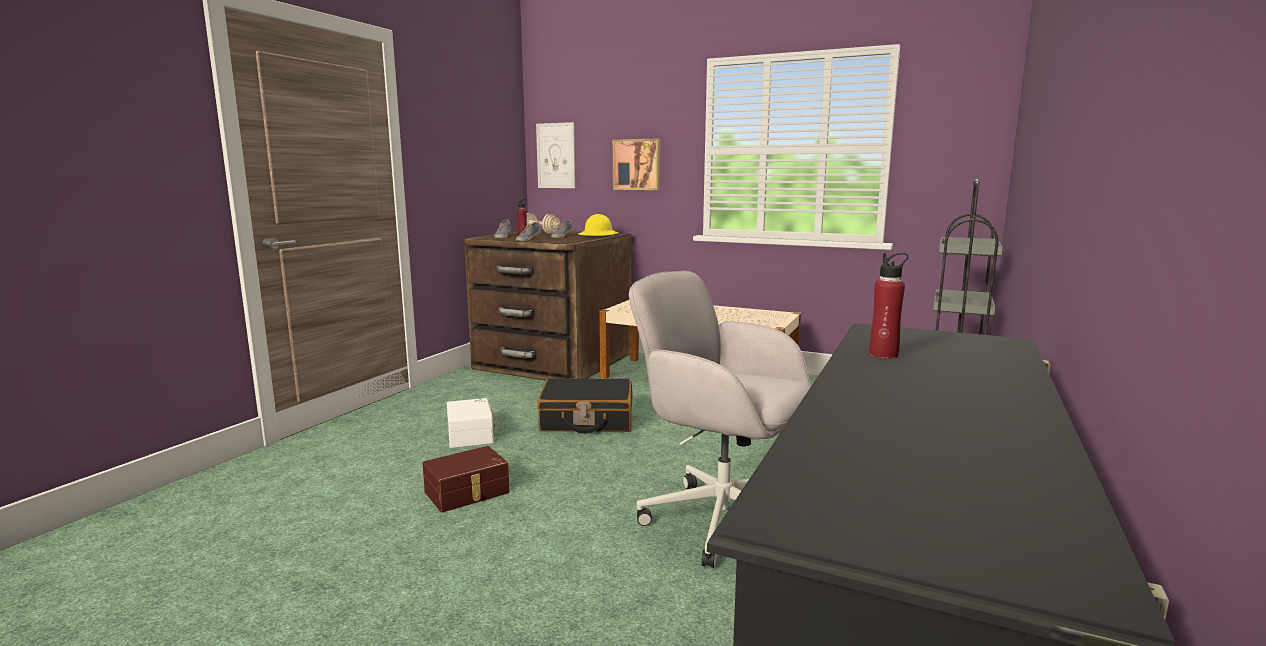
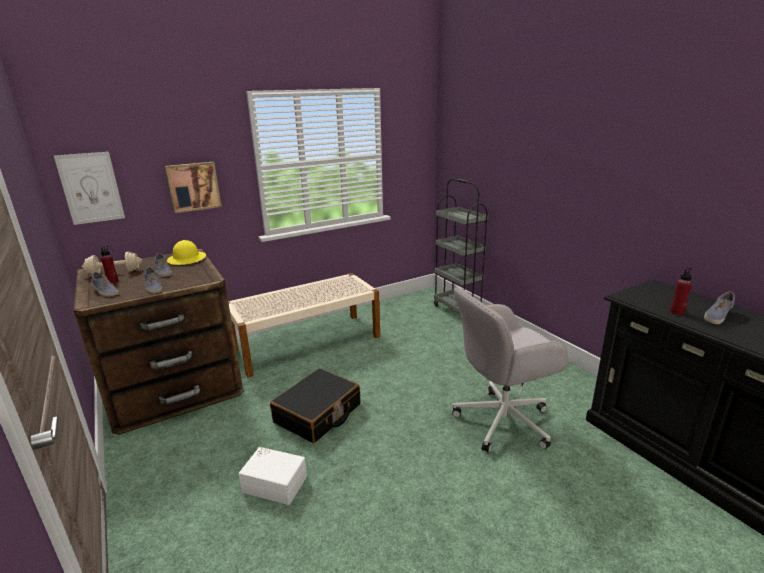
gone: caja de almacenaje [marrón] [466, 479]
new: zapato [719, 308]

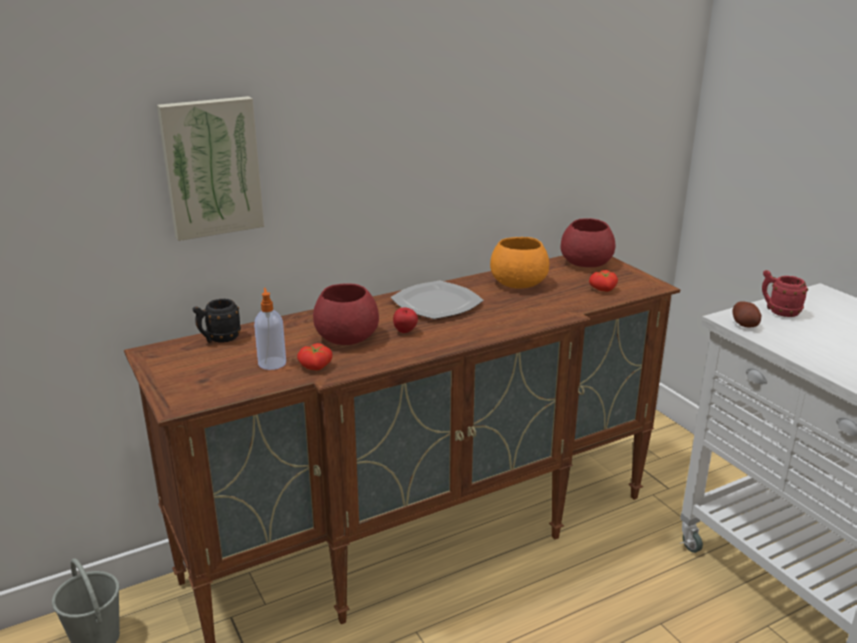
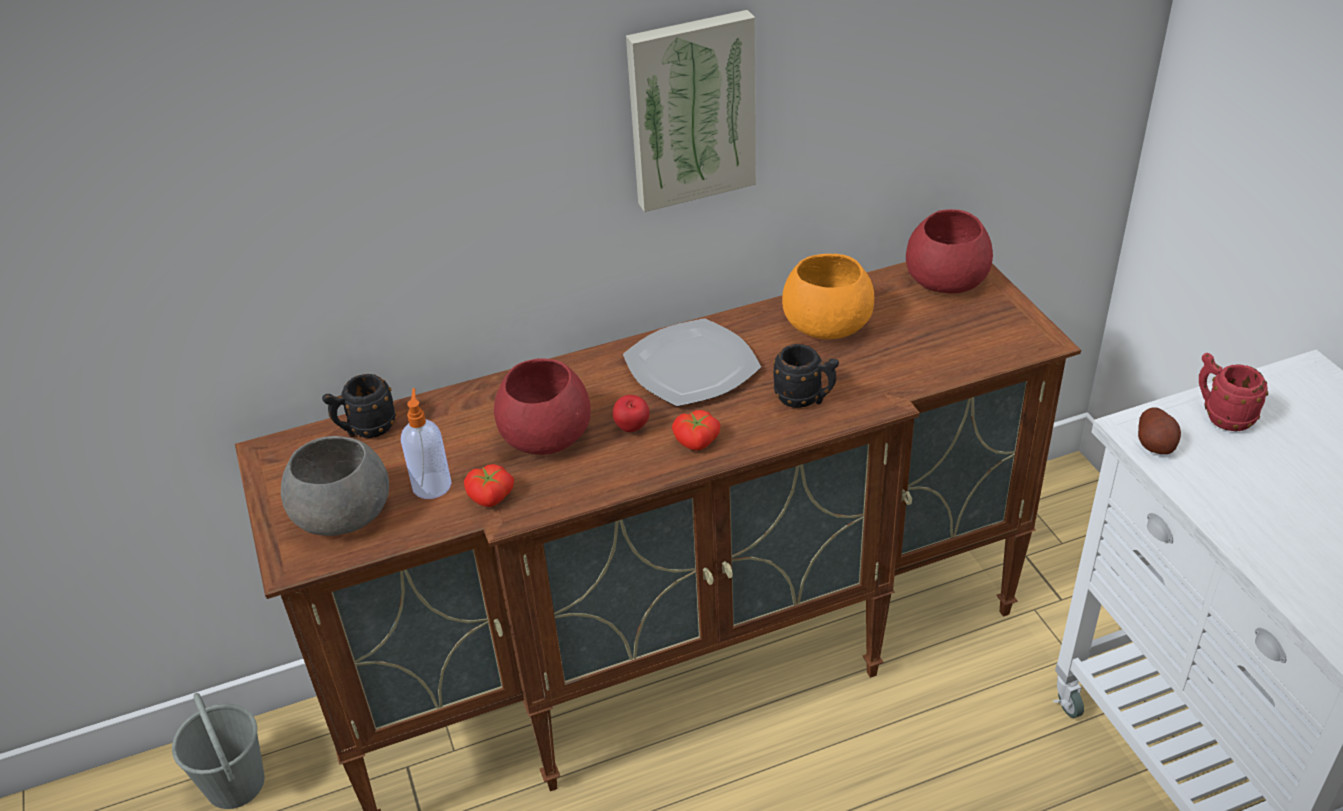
new: cuenco [gris] [335, 486]; taza grande [negro] [806, 376]
shifted: cuadro [210, 168] to [691, 111]; tomate [603, 281] to [696, 430]

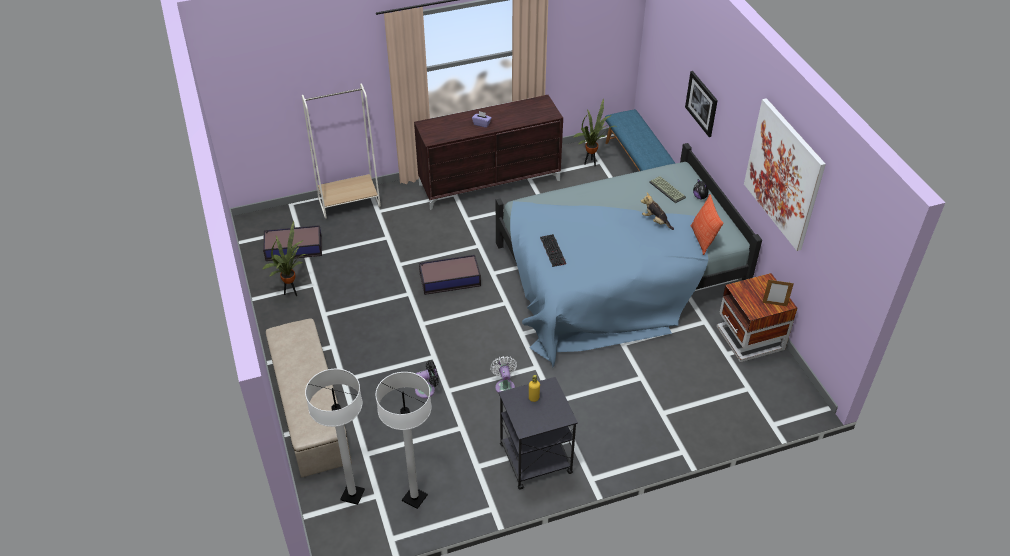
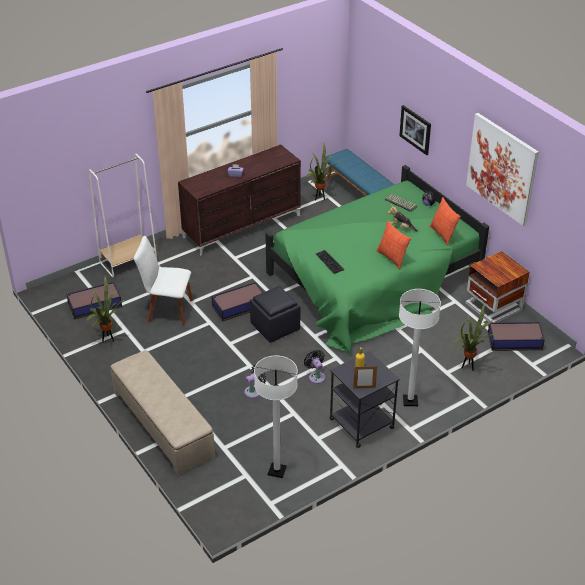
new: silla [blanco] [163, 280]; puf [negro] [275, 314]; cojín [naranja] [393, 244]; planta en maceta [475, 337]; caja de almacenaje [516, 336]
shifted: lámpara de pie [blanco] [335, 437] to [420, 347]; portarretratos [778, 292] to [365, 377]
repainted: ventilador [blanco] [503, 375] to ventilador [negro] [314, 367]; cama [azul] [629, 255] to cama [verde] [377, 260]

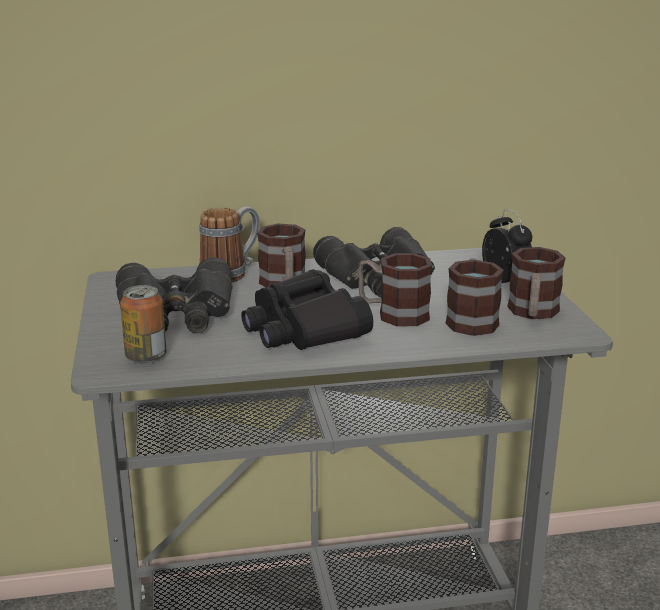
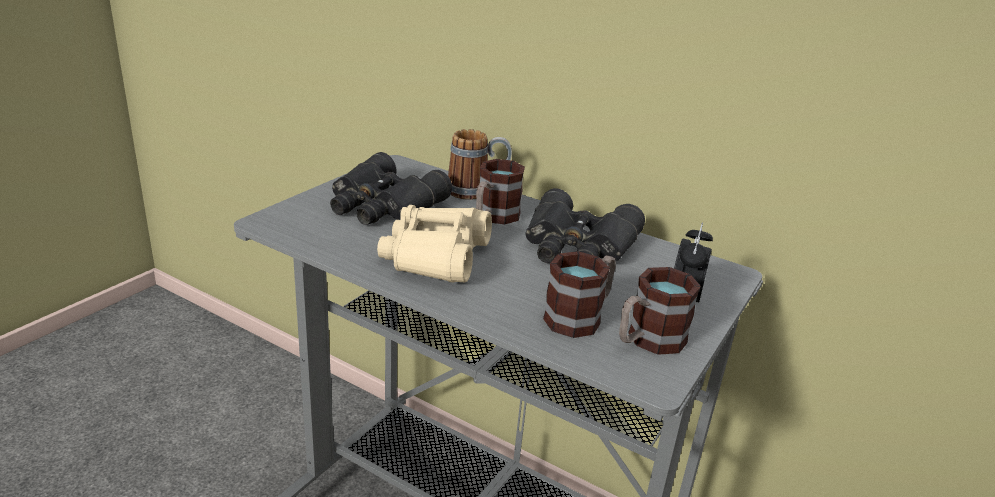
gone: lata [143, 324]; taza grande [395, 289]
repainted: prismáticos [negro] [307, 309] to prismáticos [beis] [434, 243]

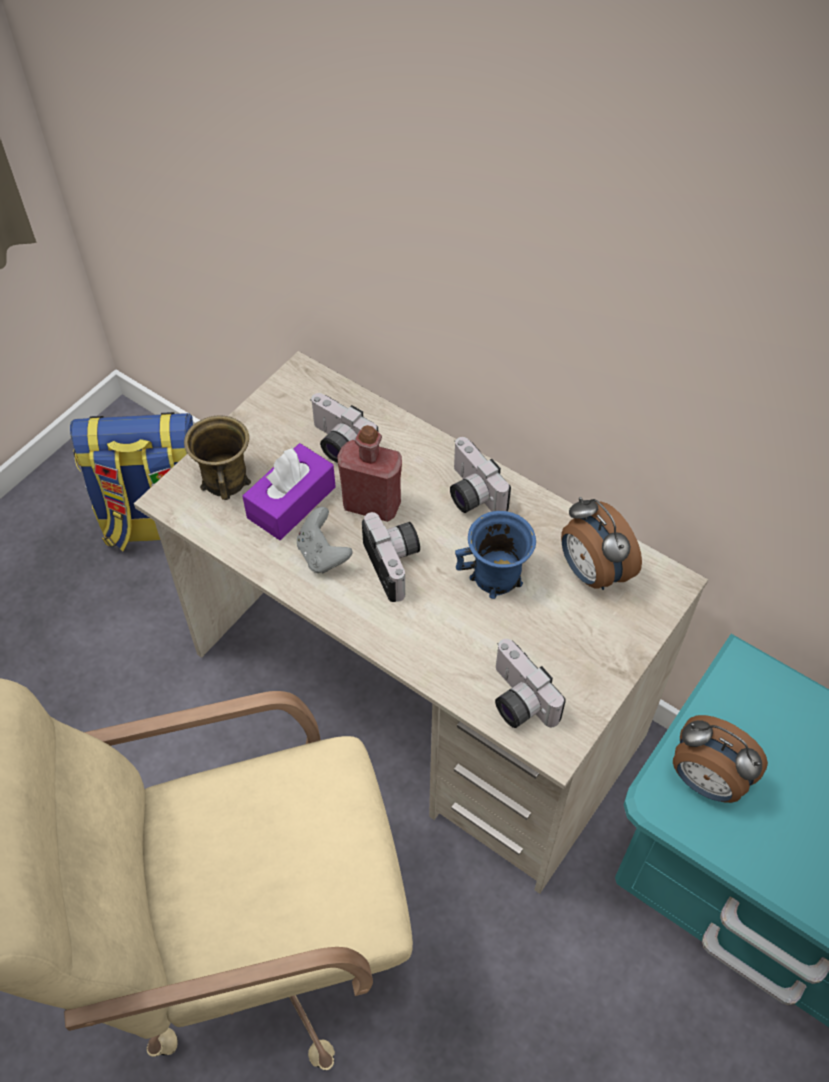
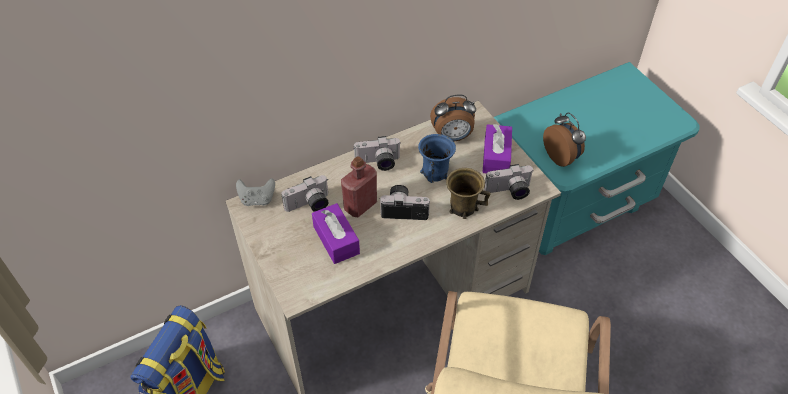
new: caja de pañuelos [morado] [497, 148]
shifted: taza grande [marrón] [217, 457] to [468, 193]; mando de consola [gris] [325, 540] to [255, 192]
rotated: despertador [720, 759] = [564, 139] 90 degrees counterclockwise

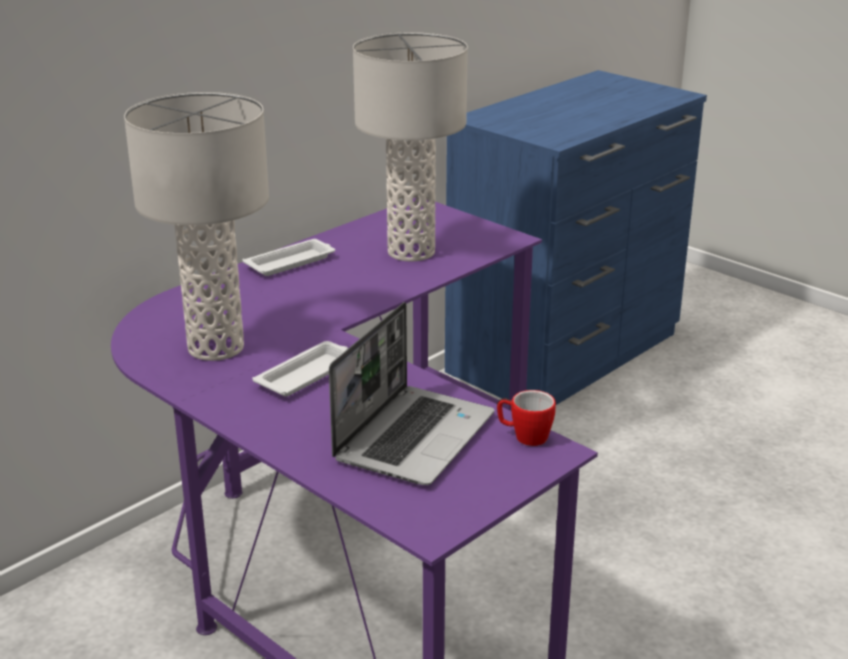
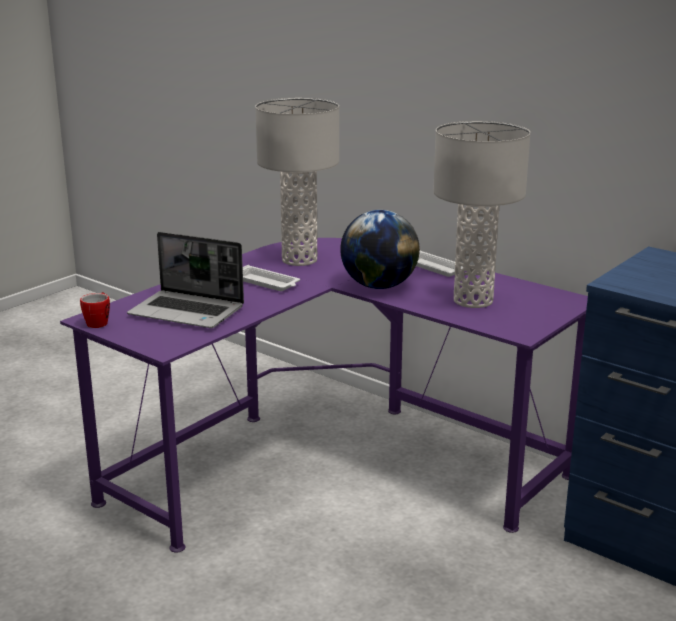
new: globo terráqueo [380, 249]
shifted: taza grande [526, 418] to [95, 310]

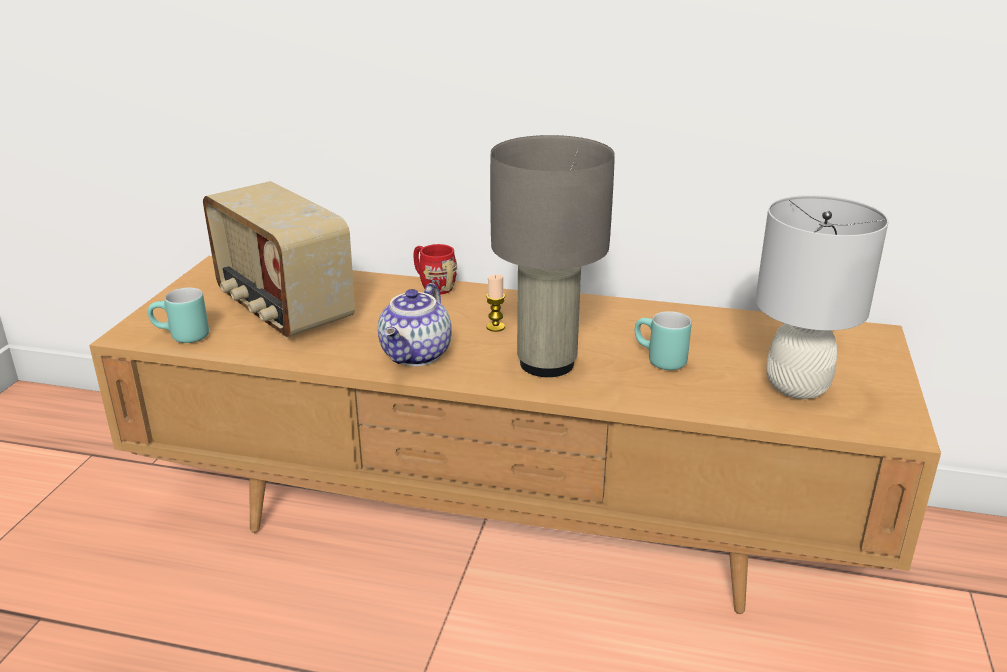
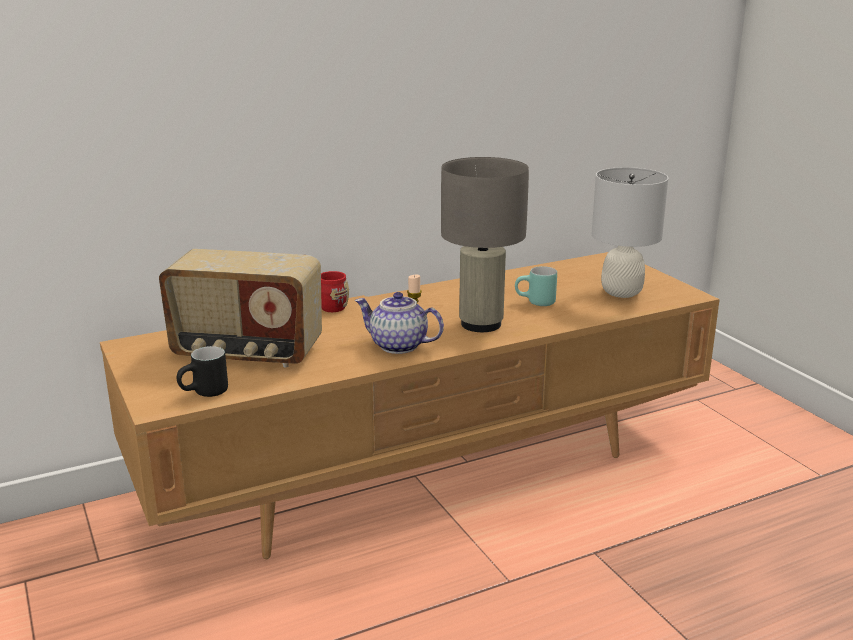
repainted: taza grande [turquesa] [178, 315] to taza grande [negro] [202, 371]
rotated: tetera [415, 324] = [399, 323] 135 degrees clockwise

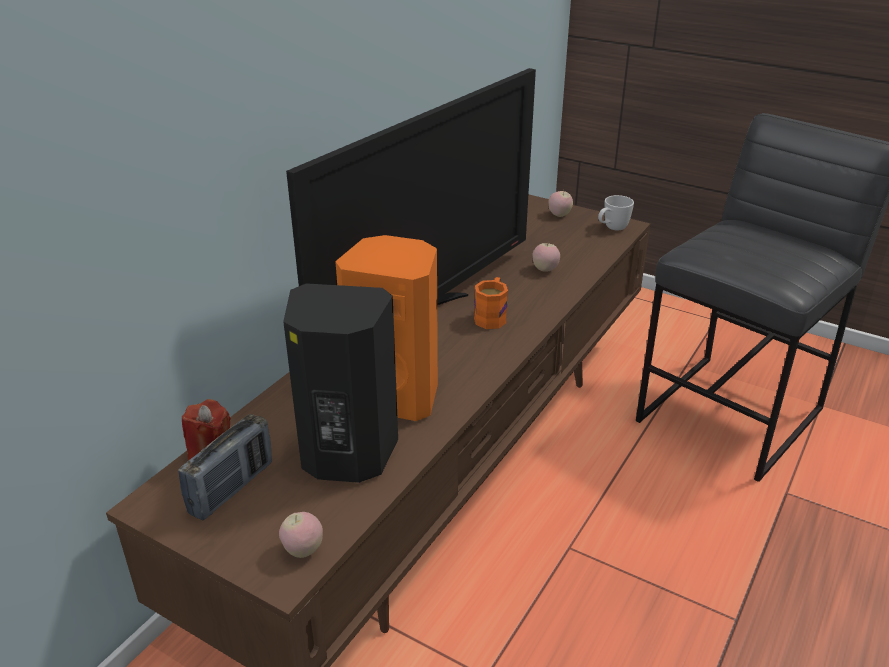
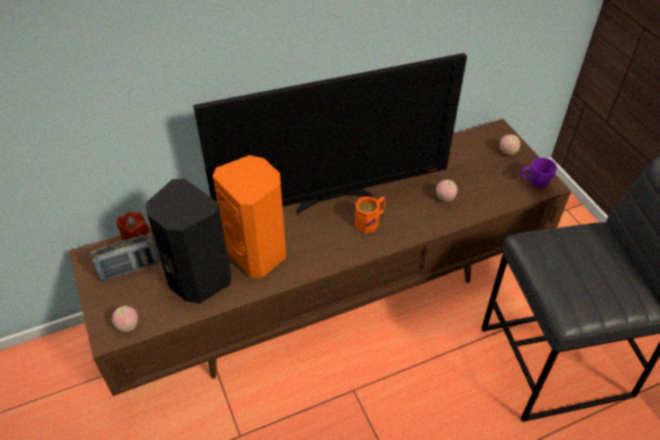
repainted: taza grande [blanco] [616, 213] to taza grande [morado] [539, 173]

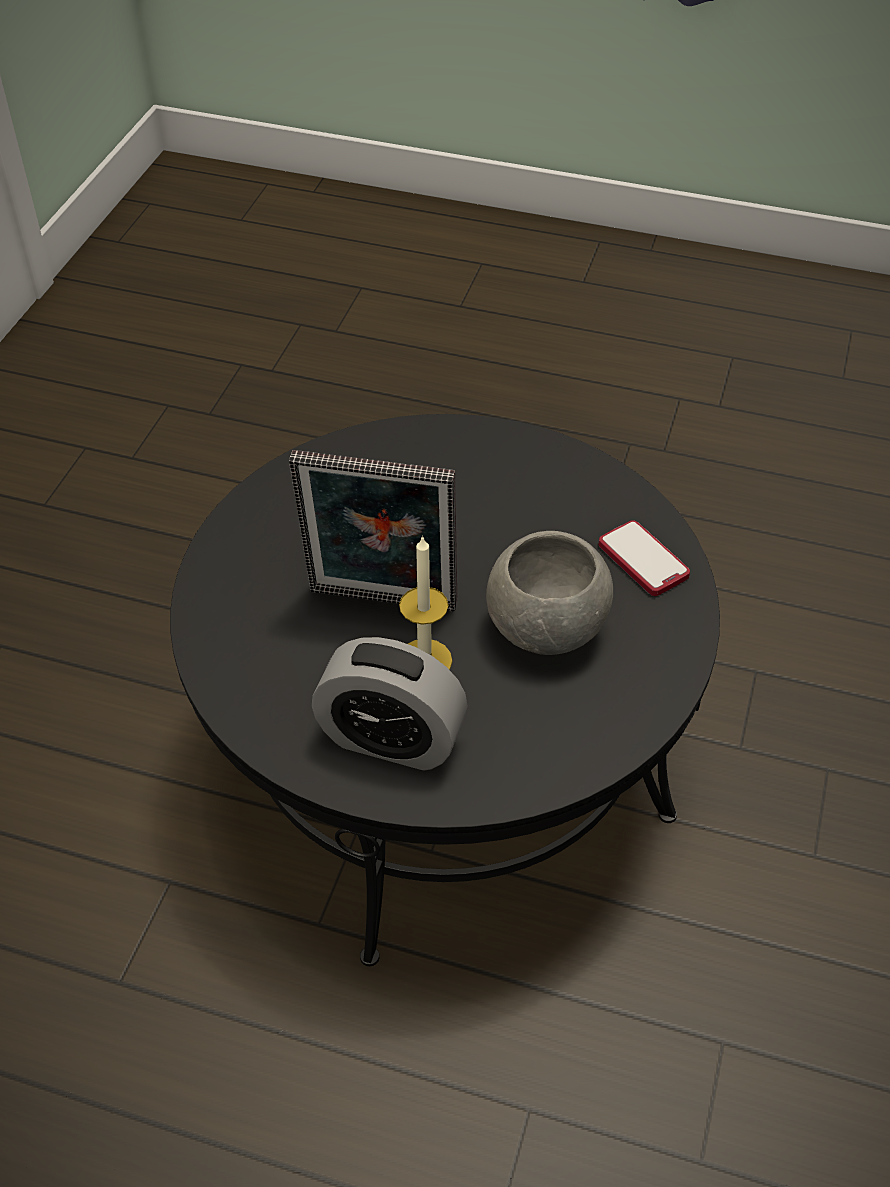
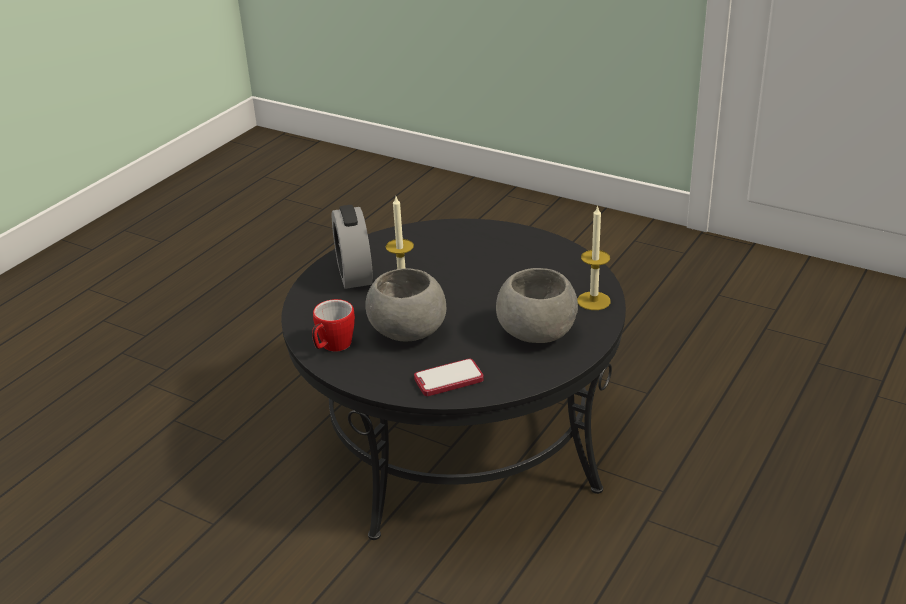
gone: portarretratos [373, 530]
new: taza grande [333, 325]; cuenco [gris] [537, 305]; vela [594, 257]
rotated: despertador [390, 704] = [352, 247] 45 degrees counterclockwise

